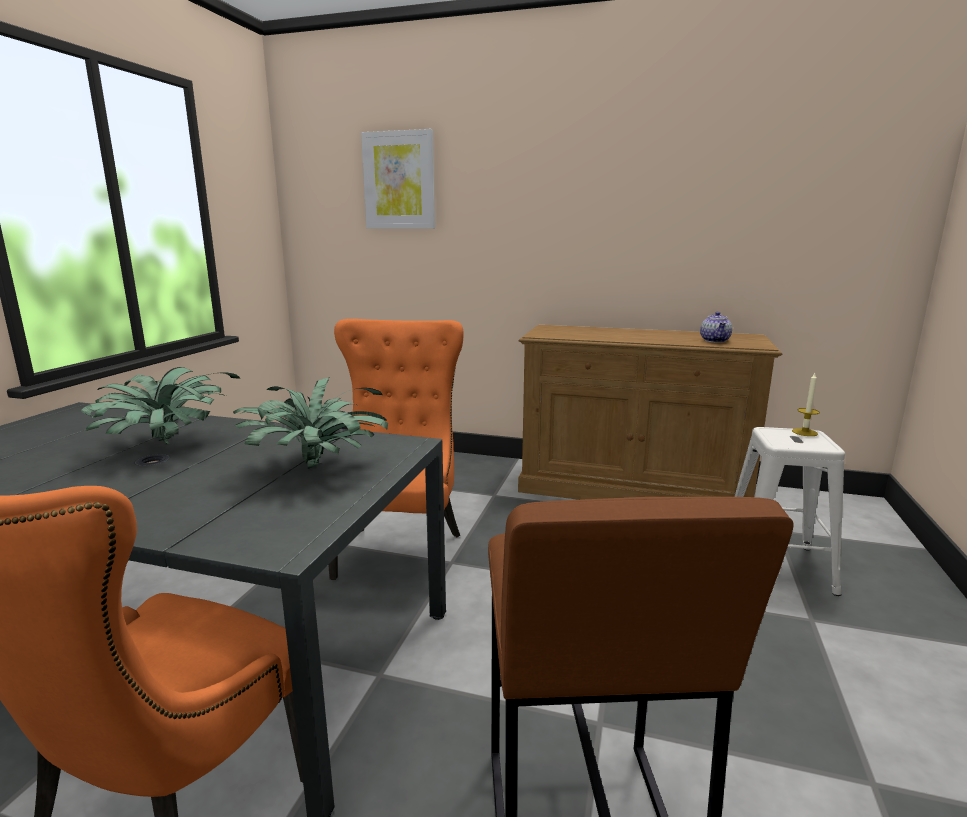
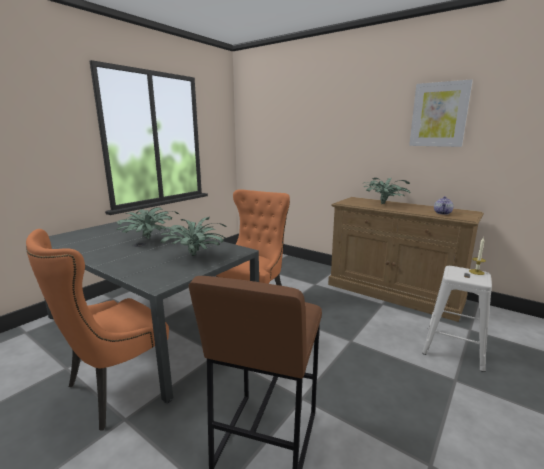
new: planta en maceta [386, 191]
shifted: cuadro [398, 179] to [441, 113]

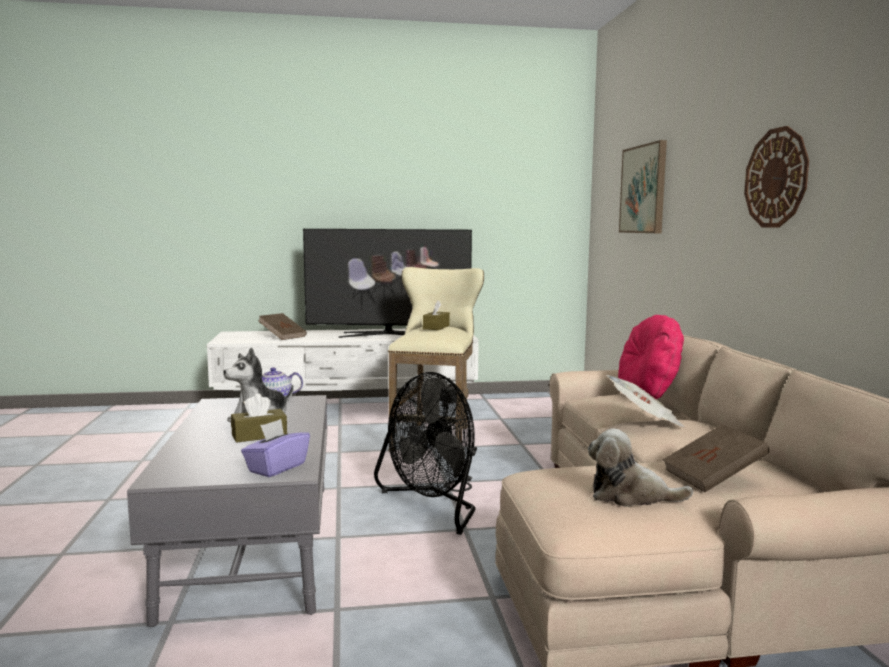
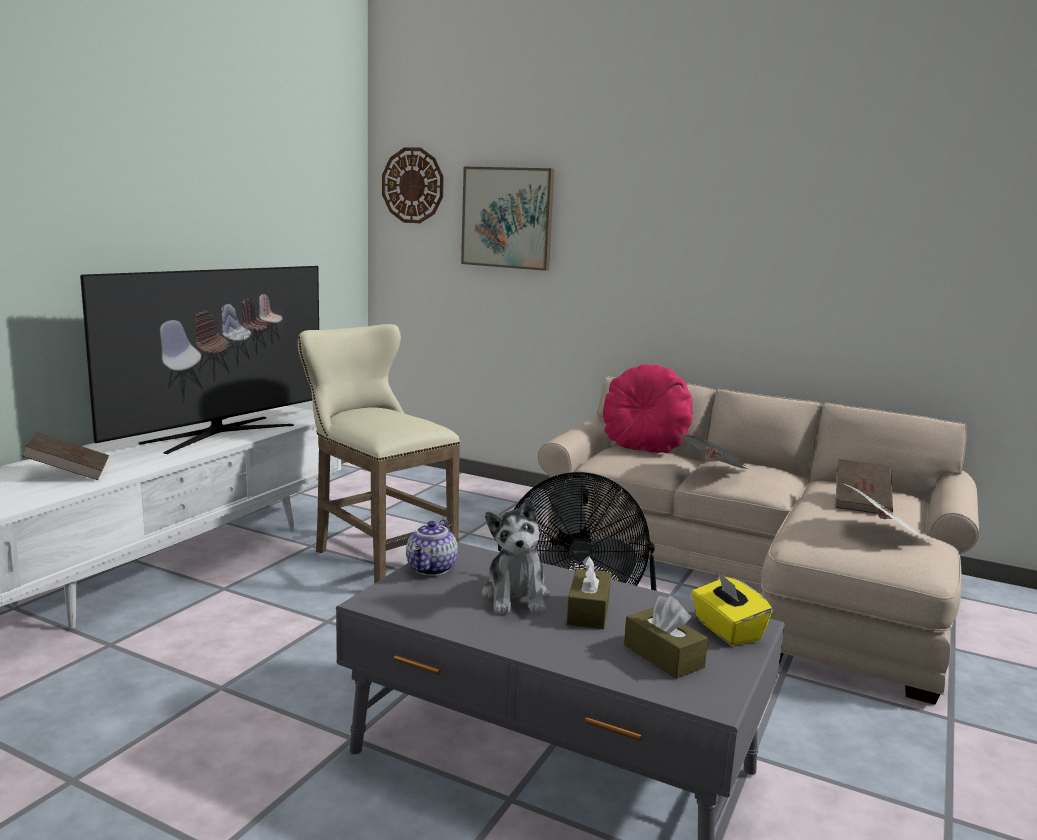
shifted: caja de pañuelos [marrón] [436, 315] to [666, 637]; reloj de pared [776, 177] to [413, 185]
swapped: peluche [640, 467] to periódico [889, 513]
repainted: caja de pañuelos [morado] [275, 448] to caja de pañuelos [amarillo] [732, 608]

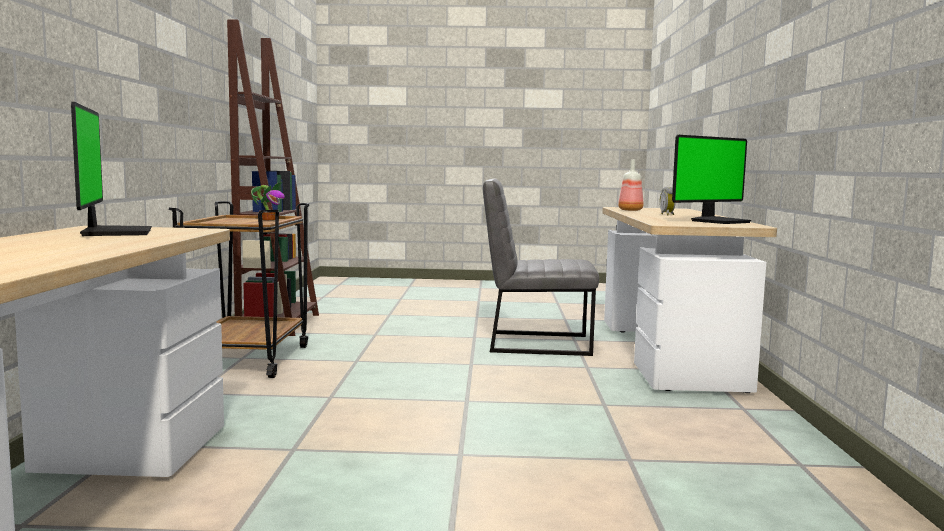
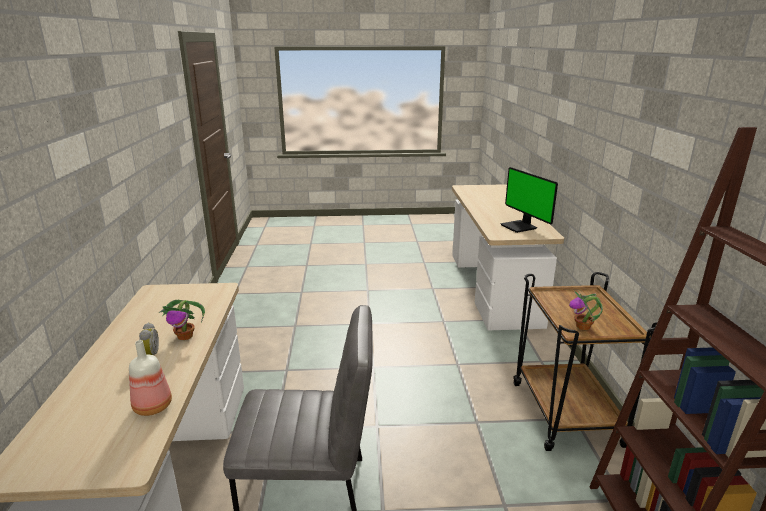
gone: monitor [711, 179]
new: planta en maceta [182, 320]

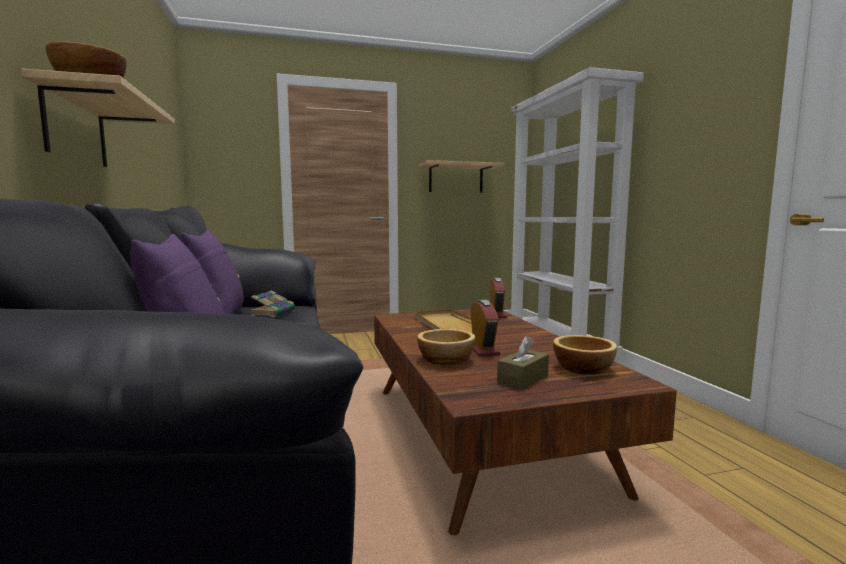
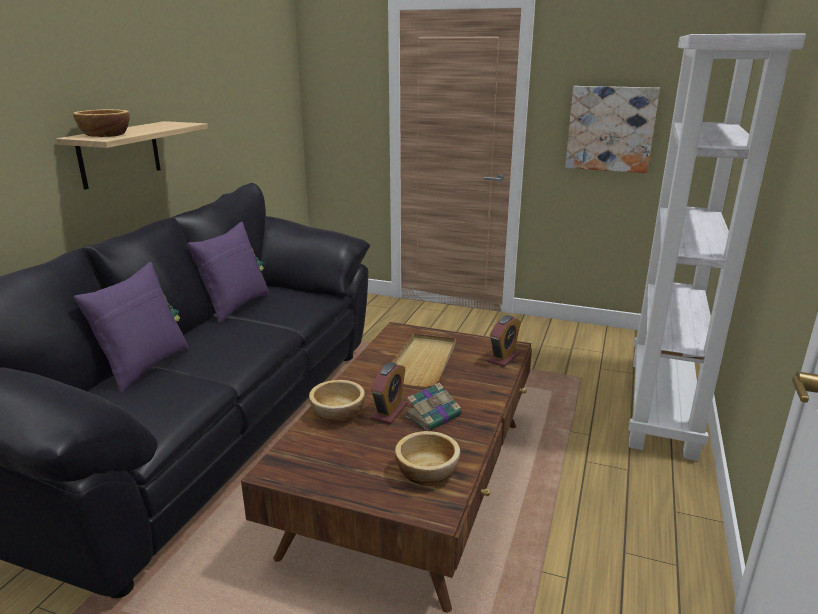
gone: caja de pañuelos [marrón] [523, 362]
shifted: libro [272, 303] to [433, 407]
swapped: estante [462, 176] to cuadro [612, 129]

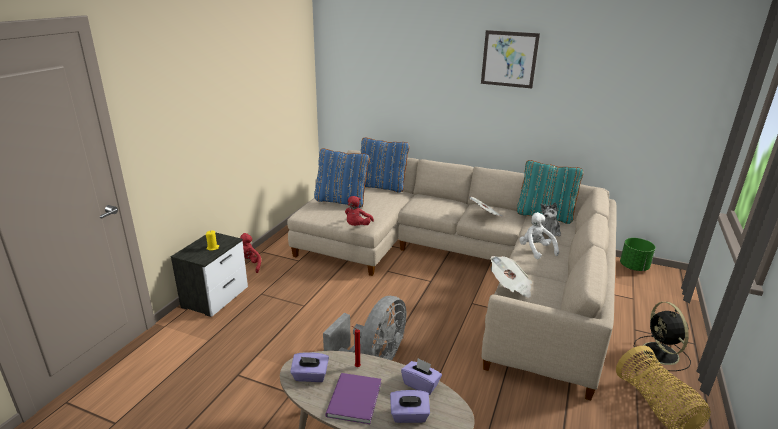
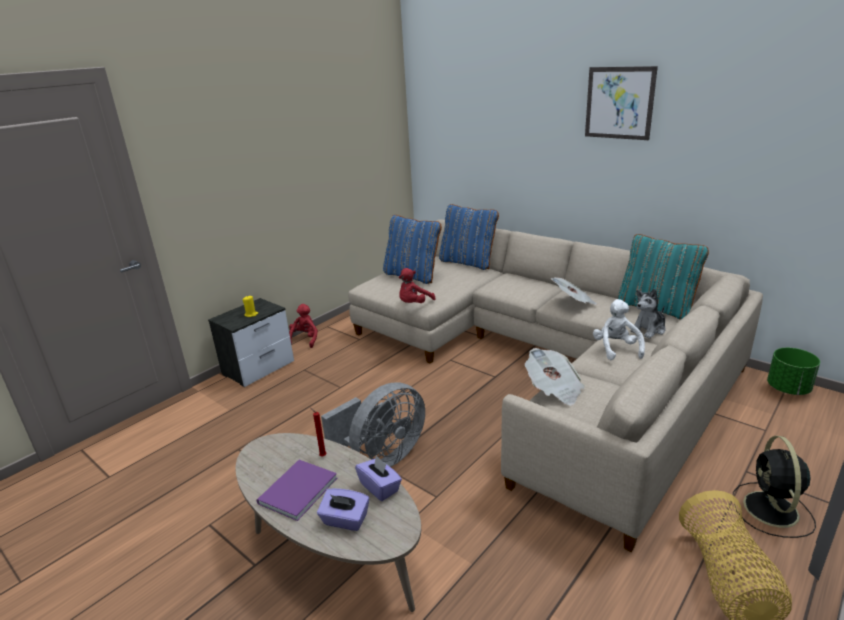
gone: caja de pañuelos [morado] [309, 367]

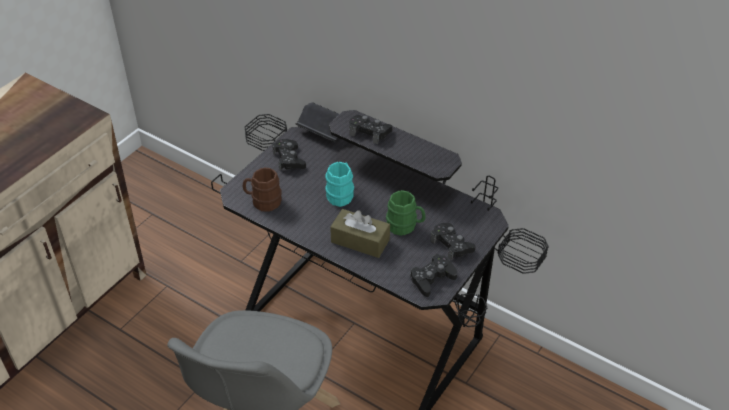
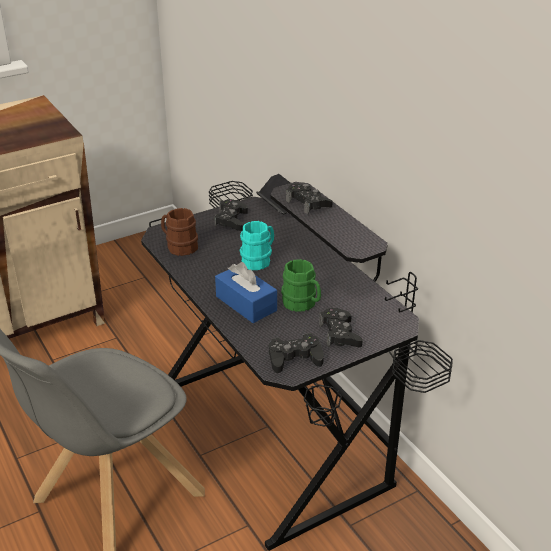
repainted: caja de pañuelos [marrón] [360, 233] to caja de pañuelos [azul] [246, 292]

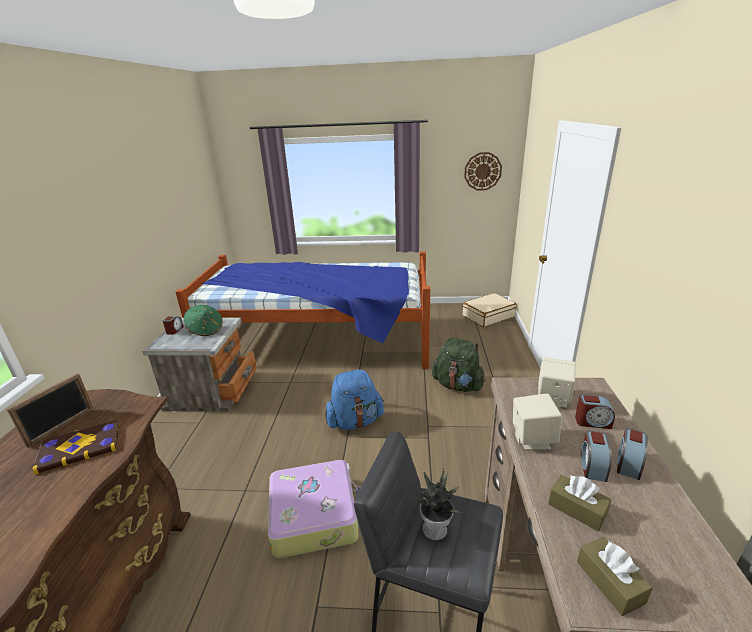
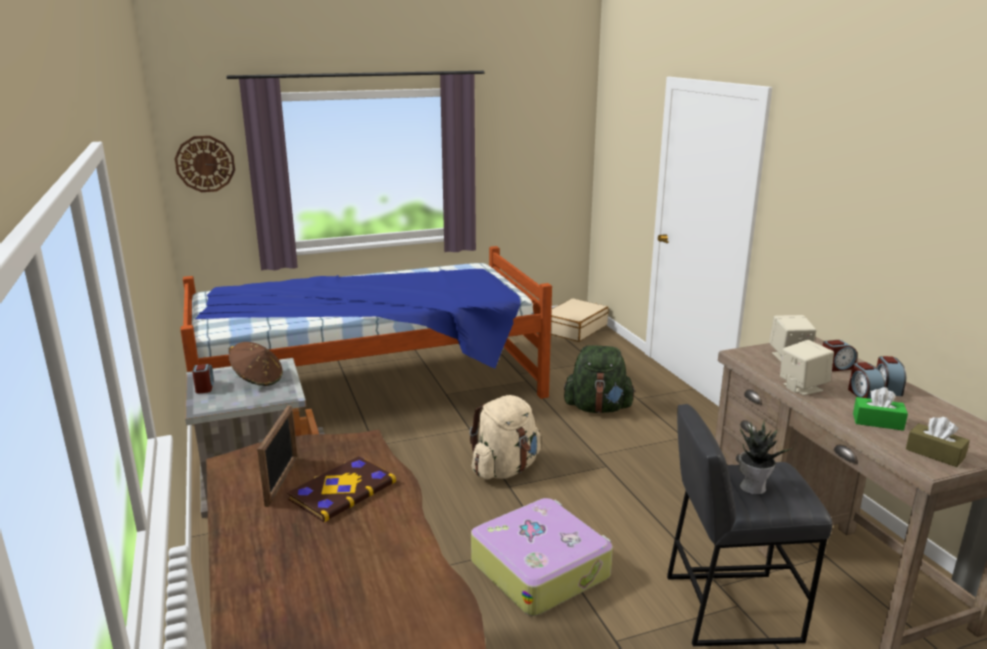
shifted: reloj de pared [483, 171] to [205, 164]
repainted: sombrero [verde] [203, 320] to sombrero [marrón] [256, 364]; mochila [azul] [354, 400] to mochila [beis] [505, 437]; caja de pañuelos [marrón] [579, 503] to caja de pañuelos [verde] [880, 409]

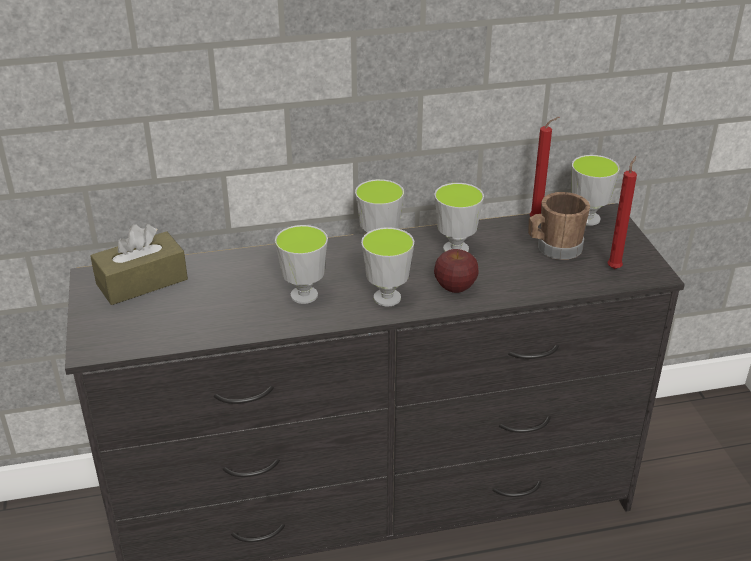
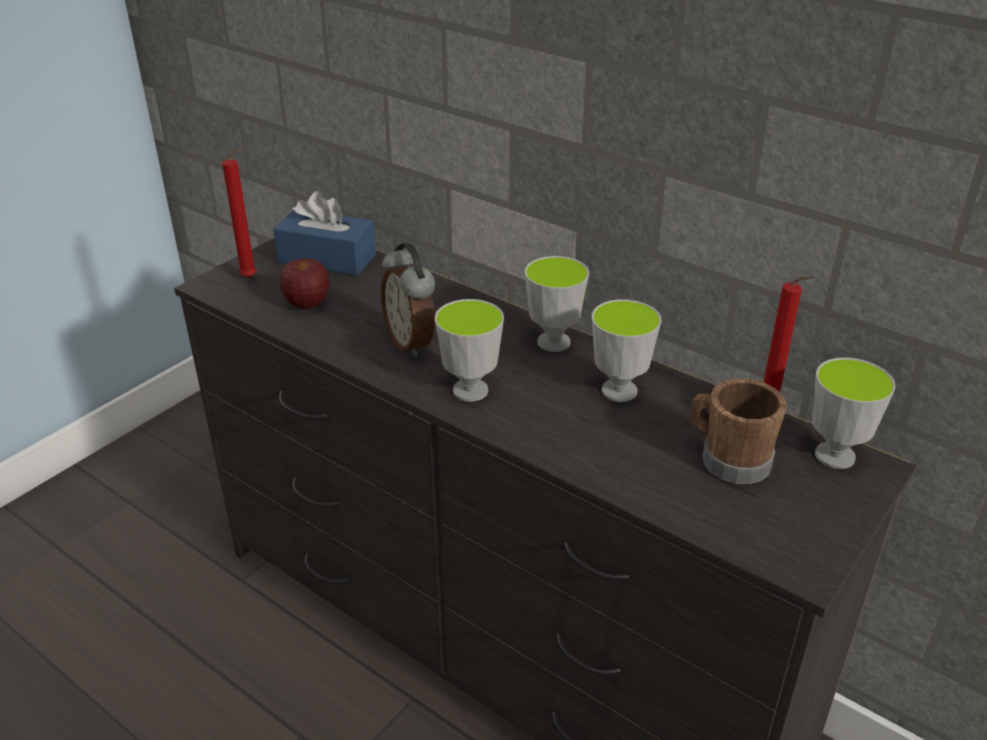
shifted: manzana [456, 271] to [304, 283]; vela [rojo] [622, 212] to [239, 212]
swapped: taza [301, 264] to despertador [408, 300]
repainted: caja de pañuelos [marrón] [139, 264] to caja de pañuelos [azul] [324, 233]

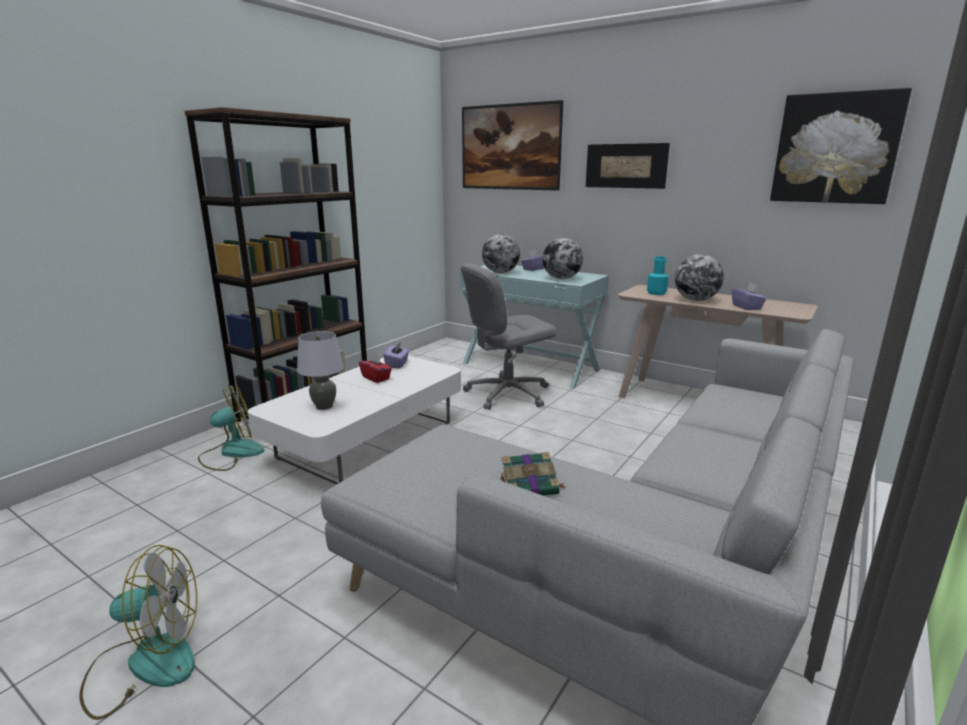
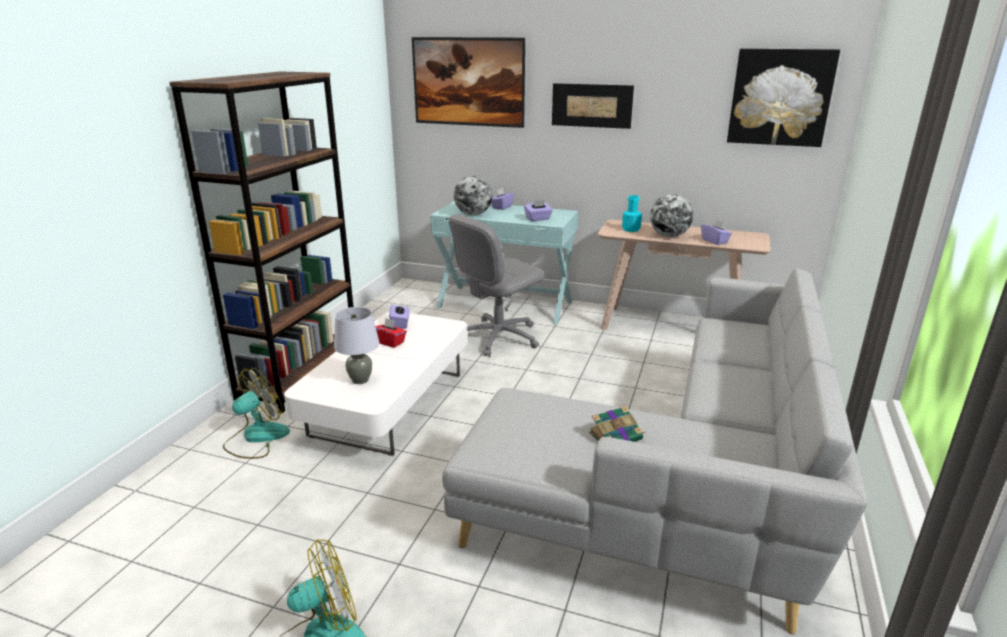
swapped: globo terráqueo [562, 258] to caja de pañuelos [morado] [538, 210]

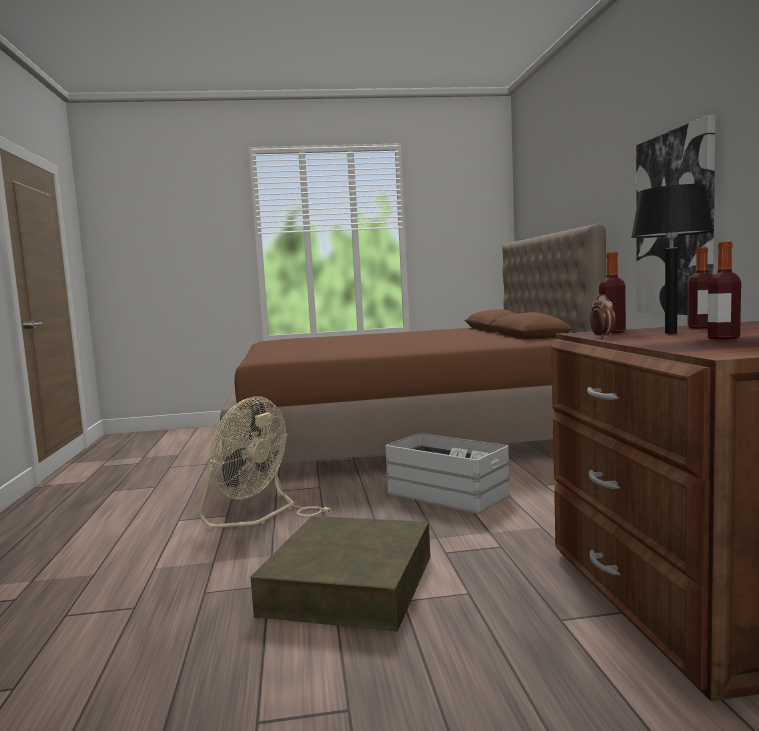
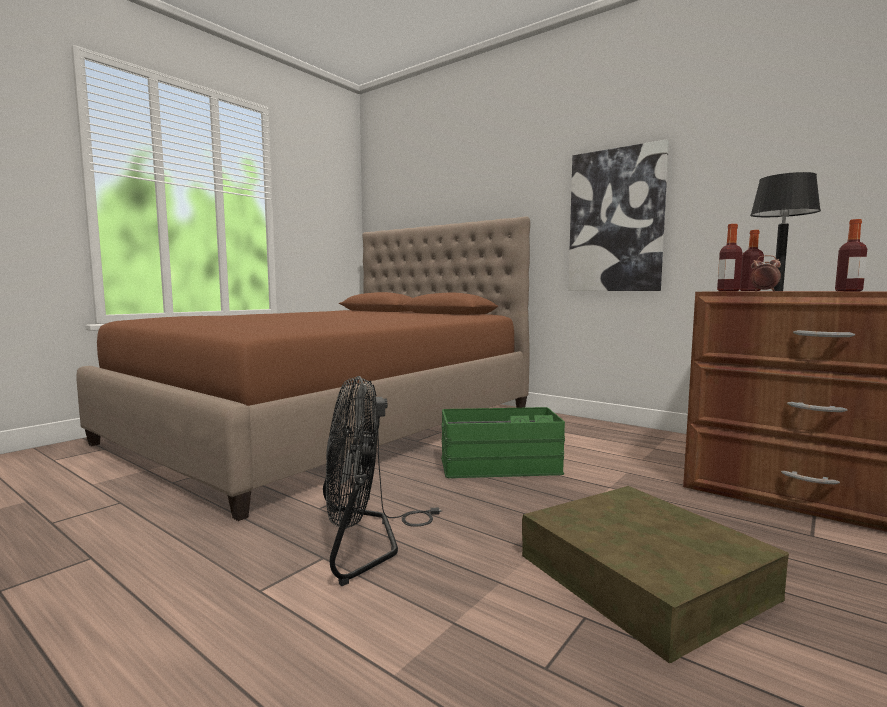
repainted: ventilador [beis] [265, 463] to ventilador [negro] [382, 481]; caja de almacenaje [gris] [448, 473] to caja de almacenaje [verde] [503, 442]

